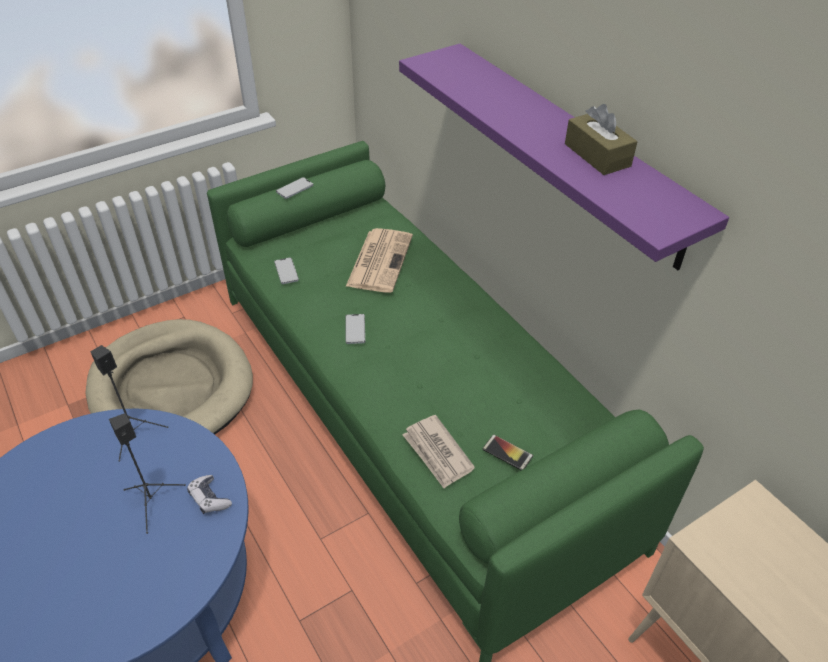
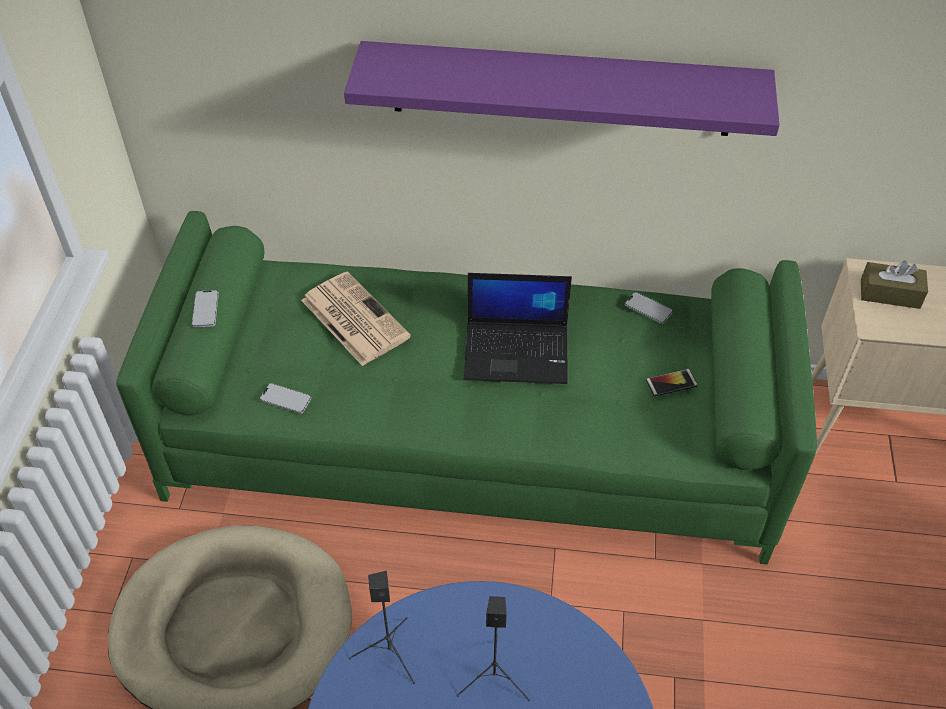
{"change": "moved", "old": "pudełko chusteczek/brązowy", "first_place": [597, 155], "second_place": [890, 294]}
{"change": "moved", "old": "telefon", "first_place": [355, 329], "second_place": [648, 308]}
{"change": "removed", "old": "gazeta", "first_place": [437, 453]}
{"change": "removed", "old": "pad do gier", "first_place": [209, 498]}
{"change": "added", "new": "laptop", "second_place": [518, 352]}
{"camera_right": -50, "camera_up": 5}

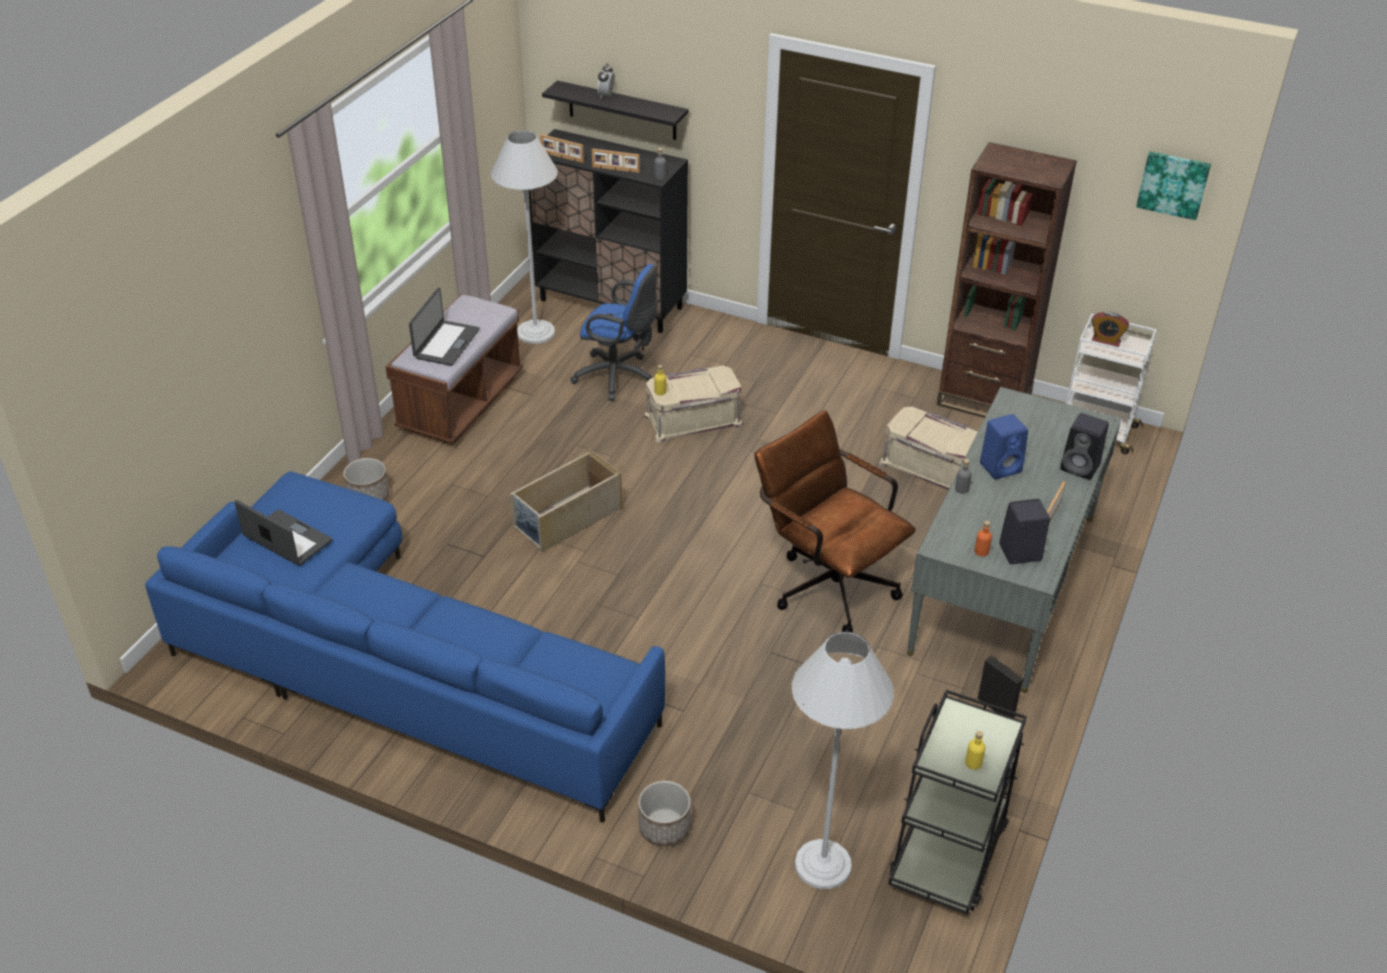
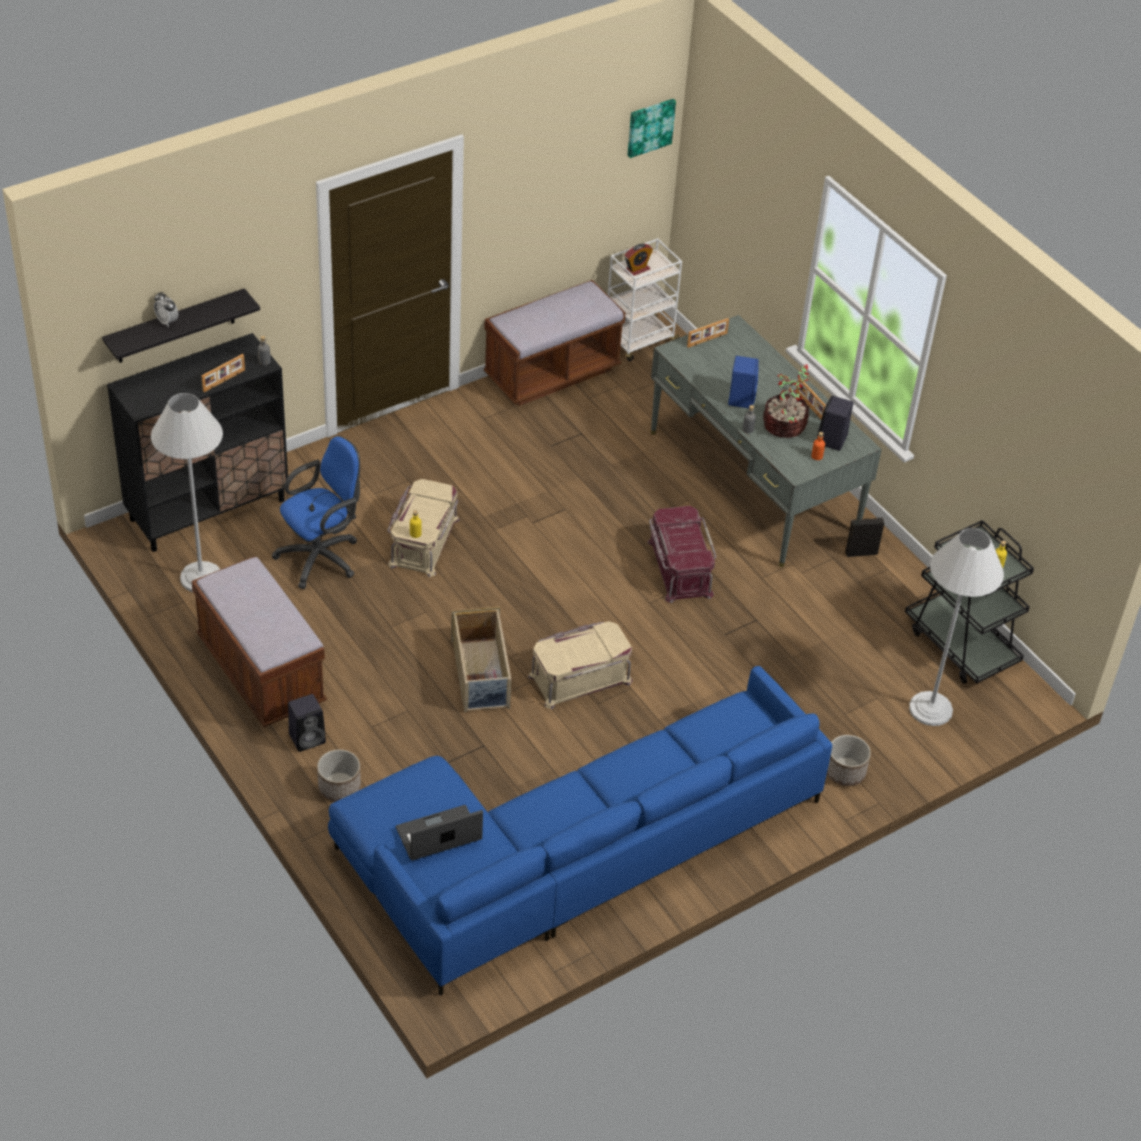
{"change": "moved", "old": "ramka na zdjęcie", "first_place": [562, 157], "second_place": [707, 340]}
{"change": "replaced", "old": "regał/brązowy", "new": "ławka/brązowy", "first_place": [984, 400], "second_place": [552, 373]}
{"change": "removed", "old": "laptop", "first_place": [446, 343]}
{"change": "moved", "old": "pojemnik do przechowywania/beżowy", "first_place": [932, 467], "second_place": [579, 677]}
{"change": "replaced", "old": "krzesło biurowe/brązowy", "new": "pojemnik do przechowywania/czerwony", "first_place": [826, 583], "second_place": [678, 568]}
{"change": "moved", "old": "głośnik/czarny", "first_place": [1081, 467], "second_place": [308, 738]}
{"change": "added", "new": "roślina doniczkowa", "second_place": [784, 426]}
{"camera_right": -60, "camera_up": 5}

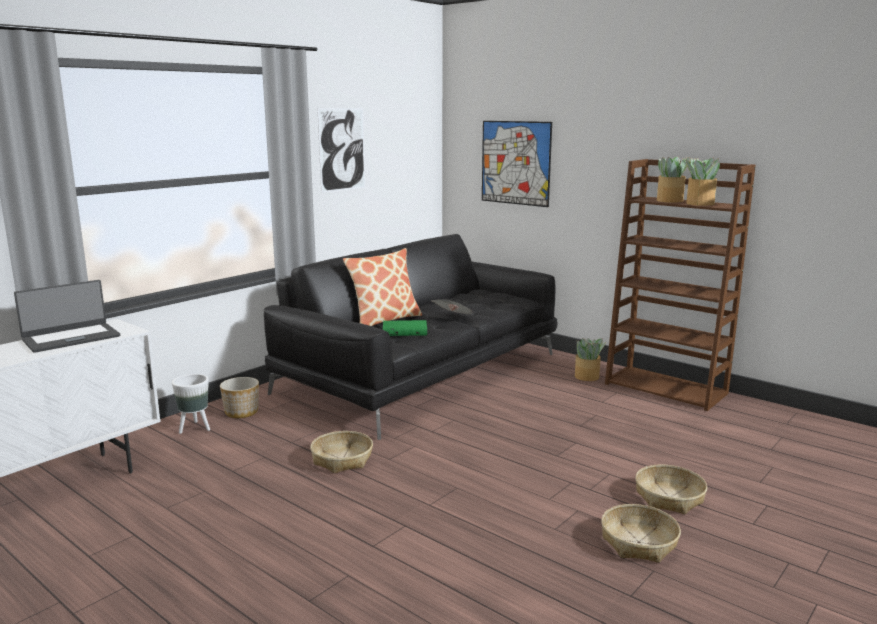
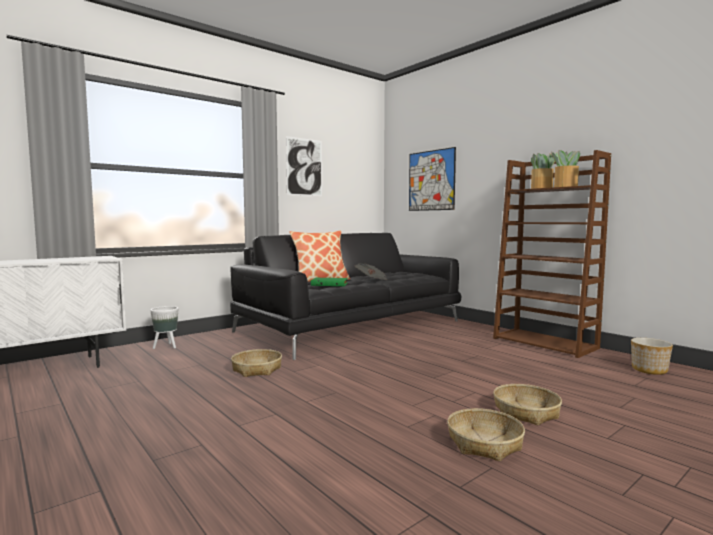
{"change": "removed", "old": "laptop", "first_place": [71, 338]}
{"change": "removed", "old": "roślina doniczkowa", "first_place": [587, 377]}
{"change": "moved", "old": "donica", "first_place": [241, 412], "second_place": [649, 370]}
{"camera_right": 10, "camera_up": -10}

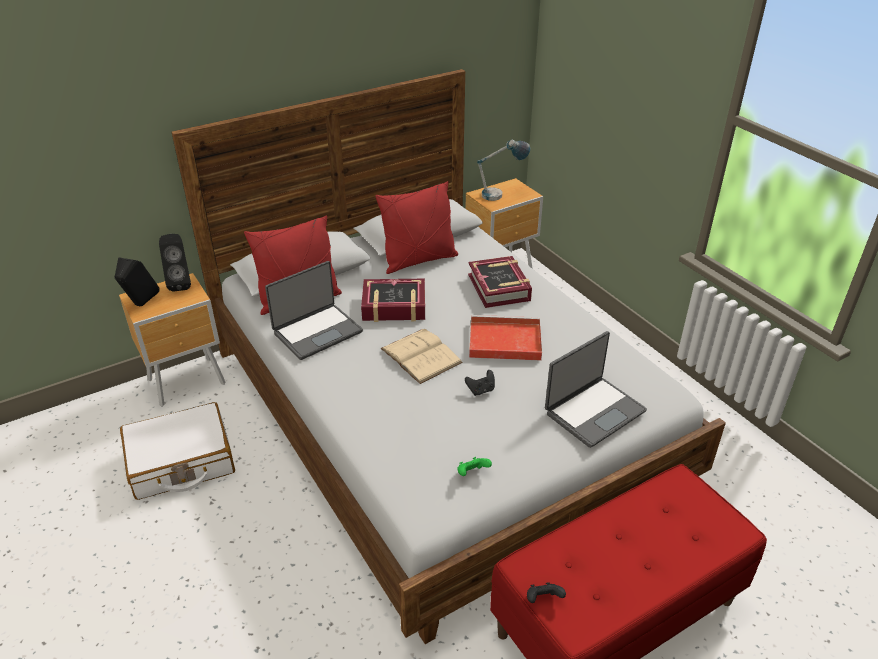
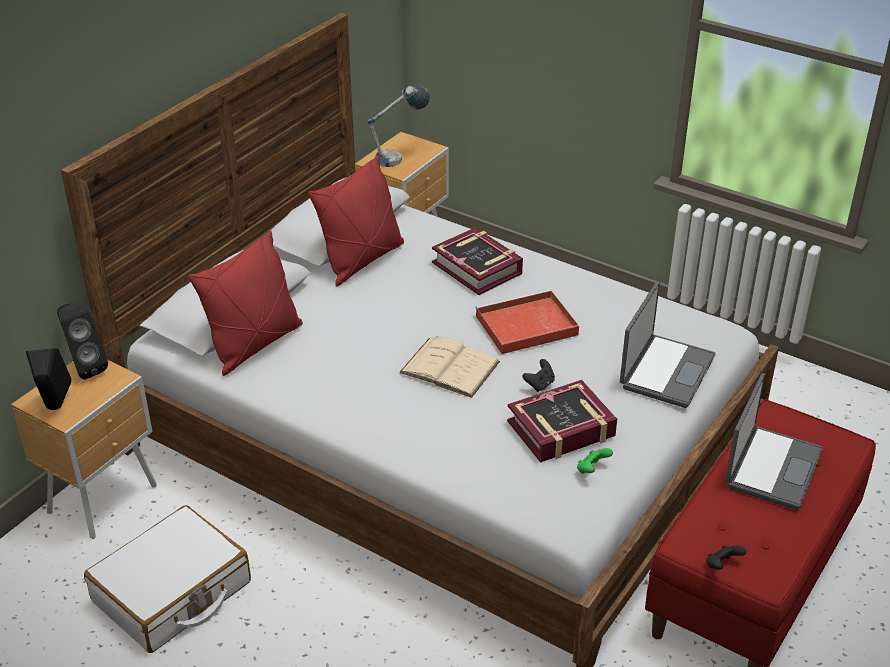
{"change": "moved", "old": "laptop", "first_place": [317, 332], "second_place": [771, 468]}
{"change": "moved", "old": "książka", "first_place": [394, 306], "second_place": [561, 429]}
{"camera_right": -25, "camera_up": 0}

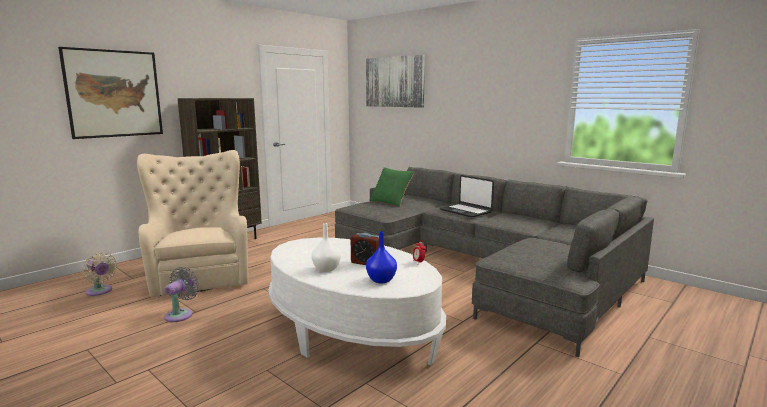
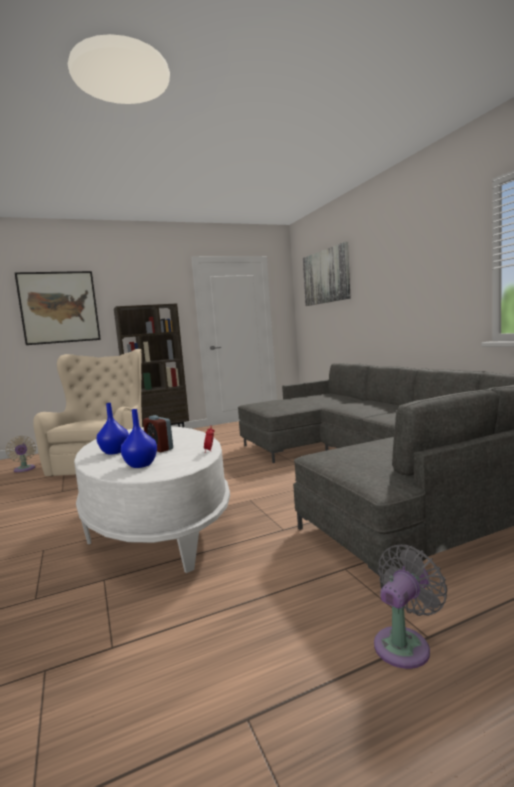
{"change": "removed", "old": "poduszka/zielony", "first_place": [391, 202]}
{"change": "removed", "old": "laptop", "first_place": [466, 211]}
{"change": "recoloured", "old": "wazon/biały", "new": "wazon/niebieski", "first_place": [326, 269], "second_place": [114, 452]}
{"change": "moved", "old": "wentylator/szary", "first_place": [181, 314], "second_place": [404, 644]}
{"camera_right": 25, "camera_up": -5}

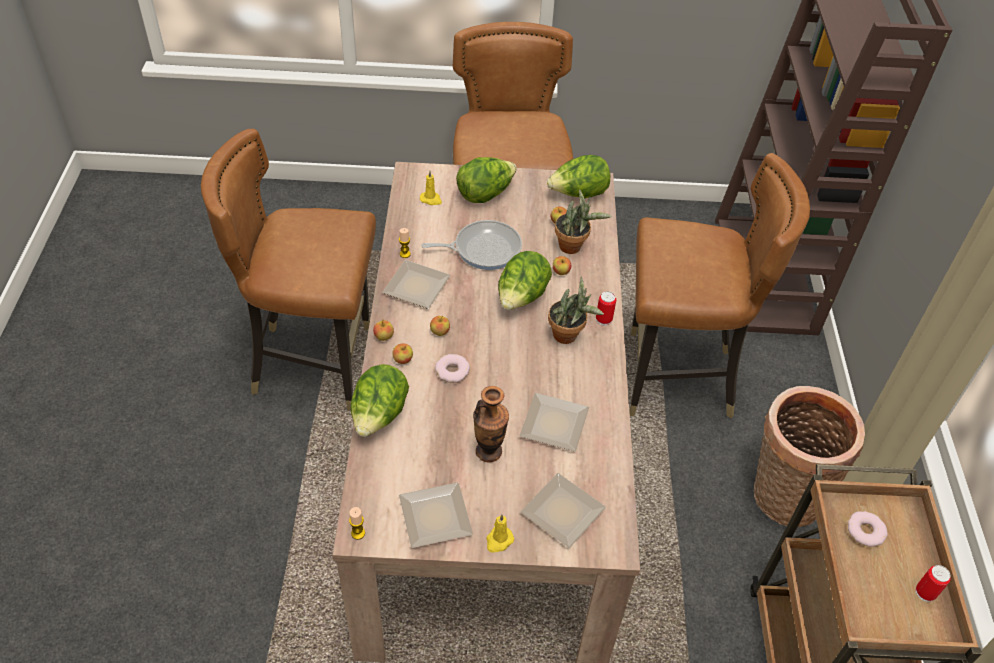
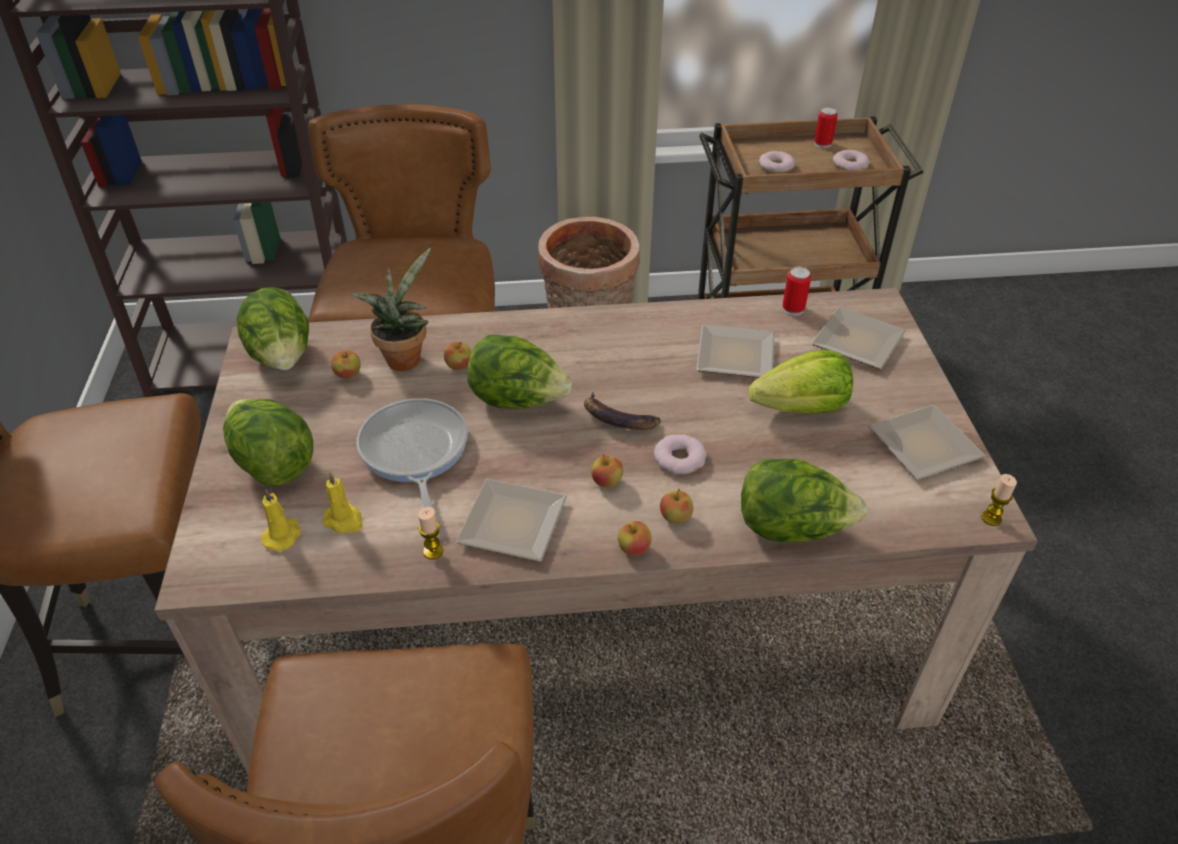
{"change": "removed", "old": "roślina doniczkowa", "first_place": [568, 336]}
{"change": "moved", "old": "puszka", "first_place": [604, 319], "second_place": [793, 309]}
{"change": "replaced", "old": "wazon", "new": "sałata", "first_place": [489, 451], "second_place": [802, 408]}
{"change": "moved", "old": "świeca/żółty", "first_place": [498, 541], "second_place": [344, 520]}
{"change": "added", "new": "donut", "second_place": [850, 165]}
{"change": "added", "new": "banan", "second_place": [617, 419]}
{"camera_right": -95, "camera_up": -5}

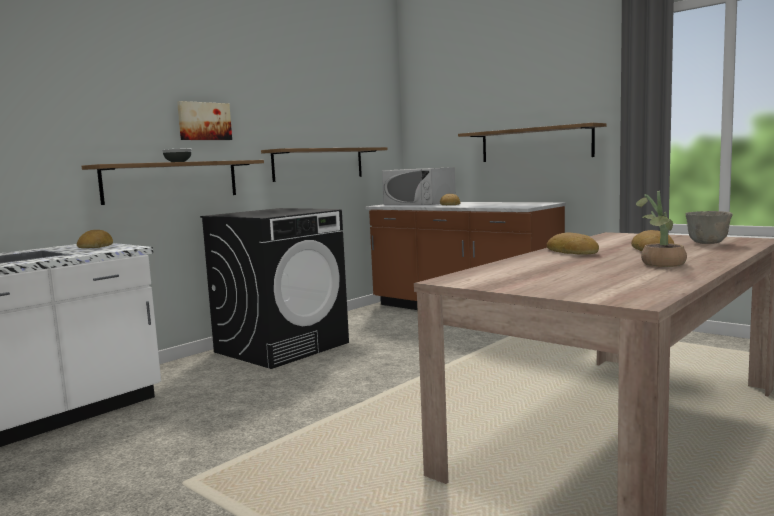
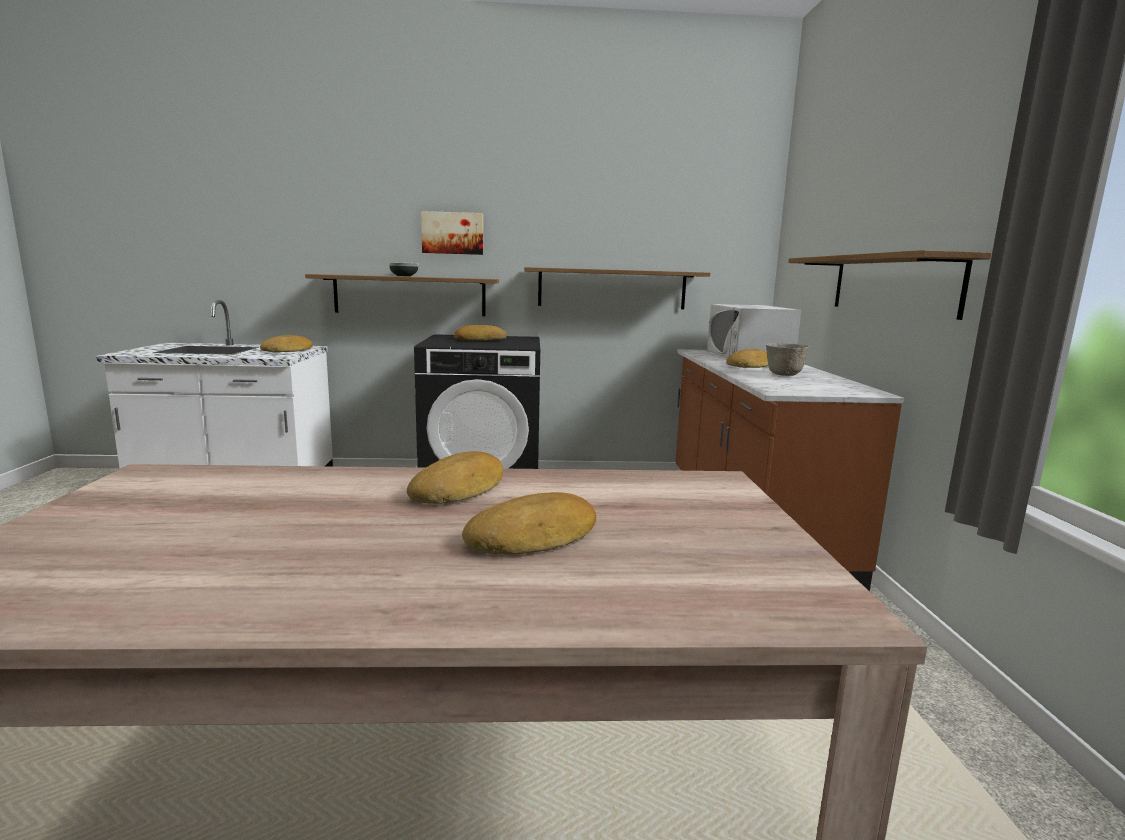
{"change": "removed", "old": "roślina doniczkowa", "first_place": [660, 265]}
{"change": "moved", "old": "miska/szary", "first_place": [708, 243], "second_place": [784, 375]}
{"change": "added", "new": "chleb", "second_place": [479, 339]}
{"camera_right": 45, "camera_up": 5}

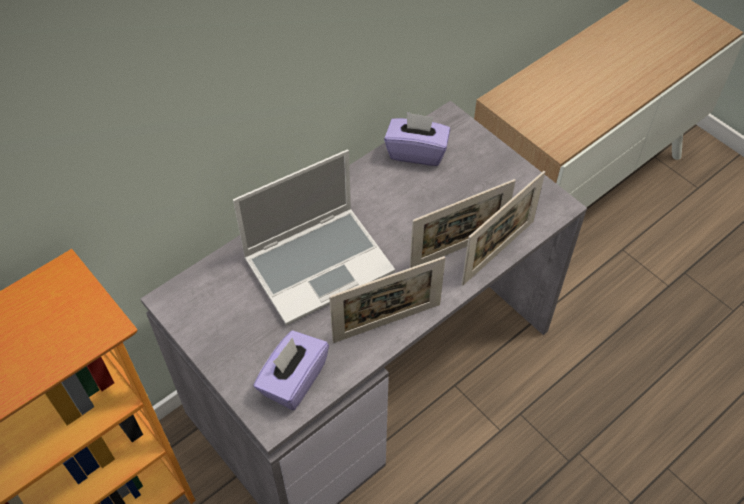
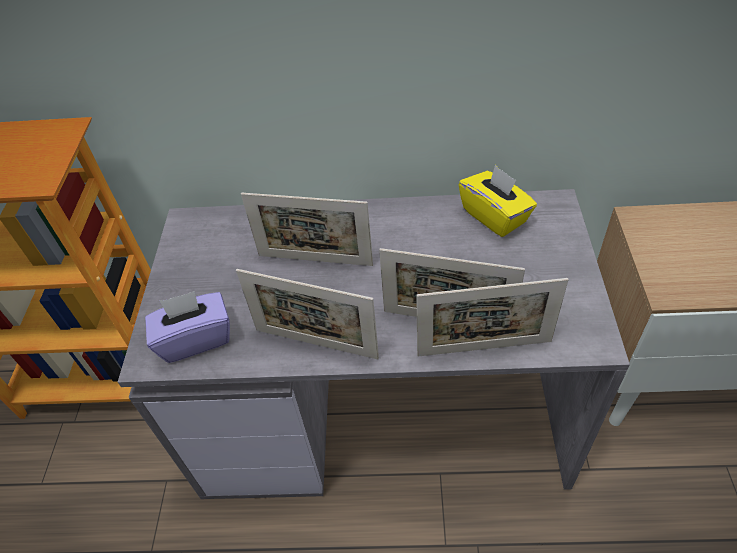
{"change": "recoloured", "old": "pudełko chusteczek/fioletowy", "new": "pudełko chusteczek/żółty", "first_place": [416, 152], "second_place": [495, 216]}
{"change": "replaced", "old": "laptop", "new": "ramka na zdjęcie", "first_place": [319, 264], "second_place": [315, 260]}
{"camera_right": 45, "camera_up": -5}

